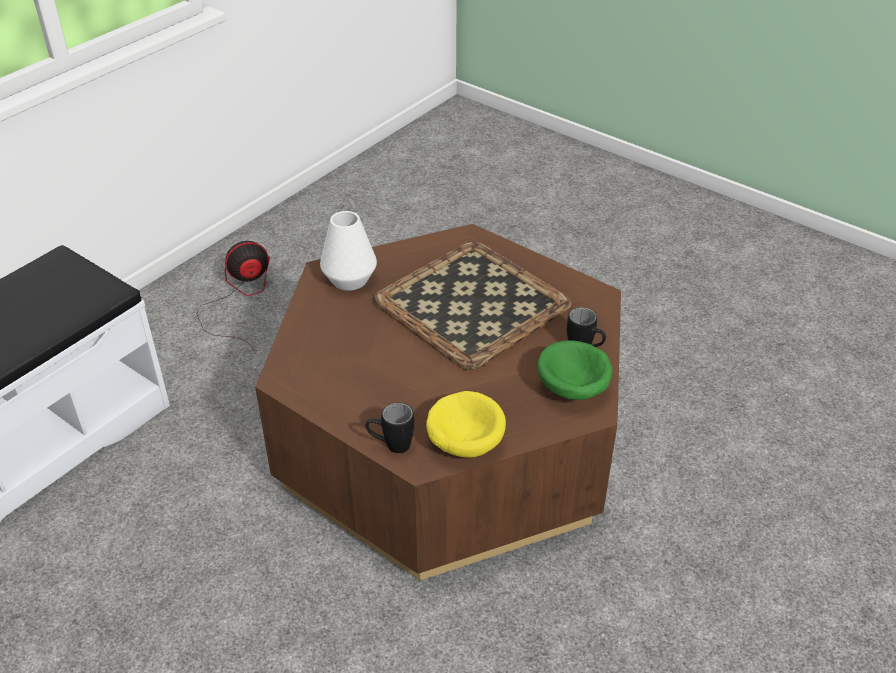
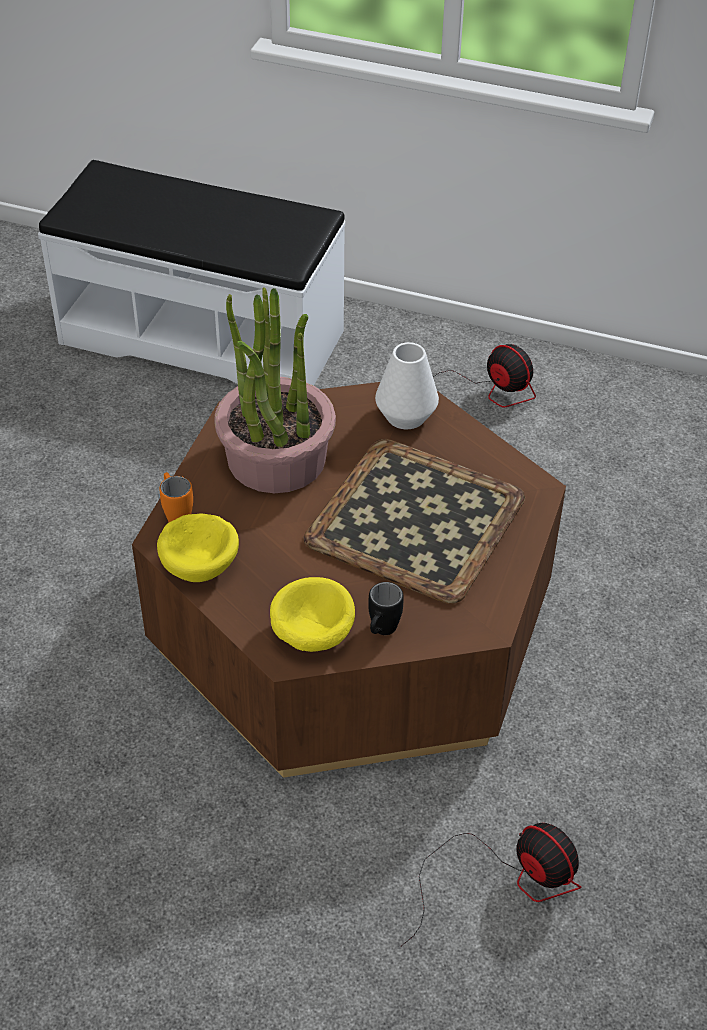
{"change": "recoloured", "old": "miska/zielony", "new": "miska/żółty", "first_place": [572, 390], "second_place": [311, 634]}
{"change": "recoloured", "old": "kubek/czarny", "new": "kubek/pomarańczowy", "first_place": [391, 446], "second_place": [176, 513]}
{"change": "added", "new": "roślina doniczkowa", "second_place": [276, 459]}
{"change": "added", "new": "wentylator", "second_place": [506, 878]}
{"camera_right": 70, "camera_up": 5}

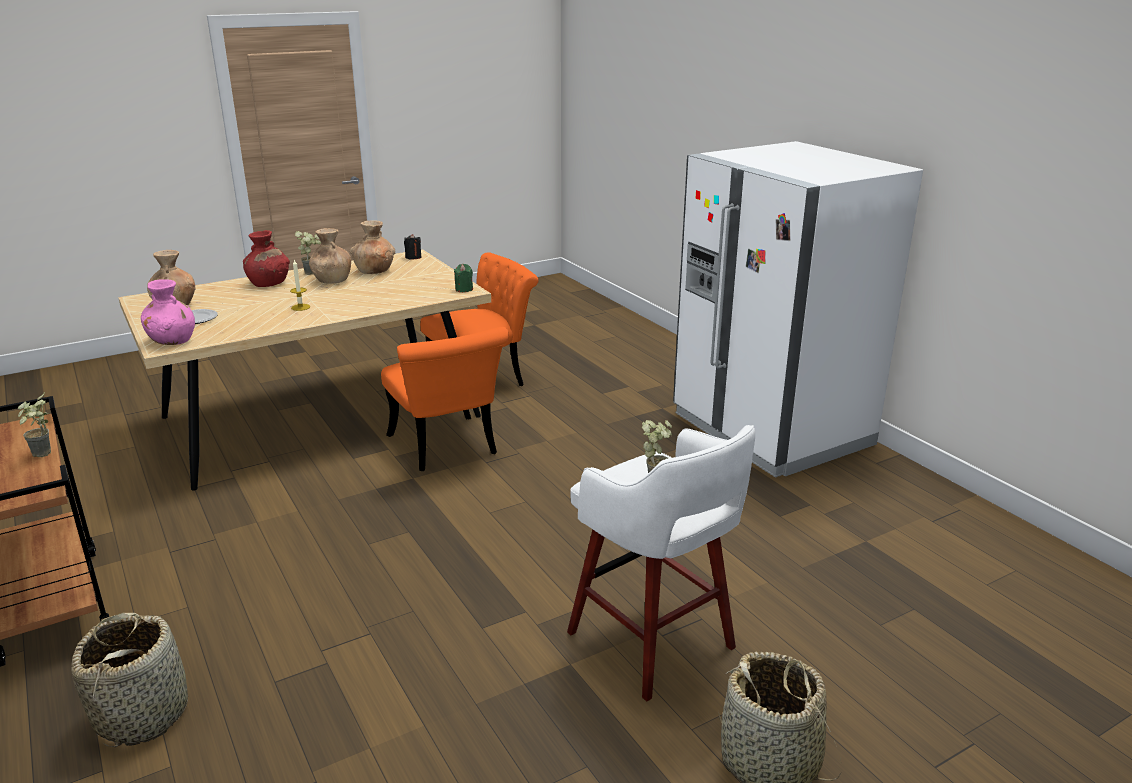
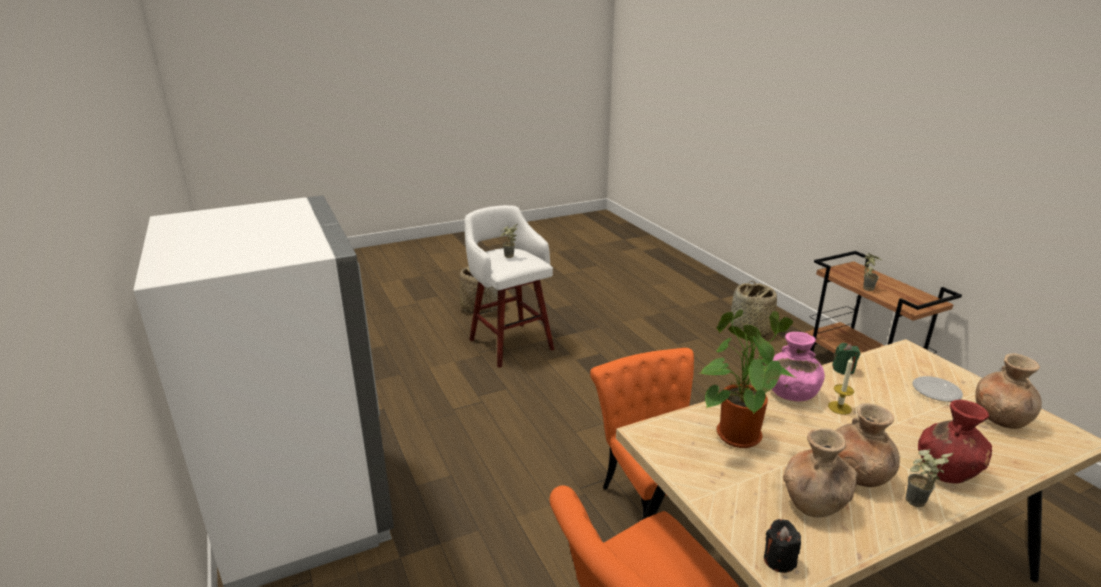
{"change": "moved", "old": "świeca/zielony", "first_place": [464, 289], "second_place": [843, 369]}
{"change": "moved", "old": "wazon/różowy", "first_place": [173, 340], "second_place": [790, 393]}
{"change": "added", "new": "roślina doniczkowa", "second_place": [736, 432]}
{"camera_right": -175, "camera_up": 0}

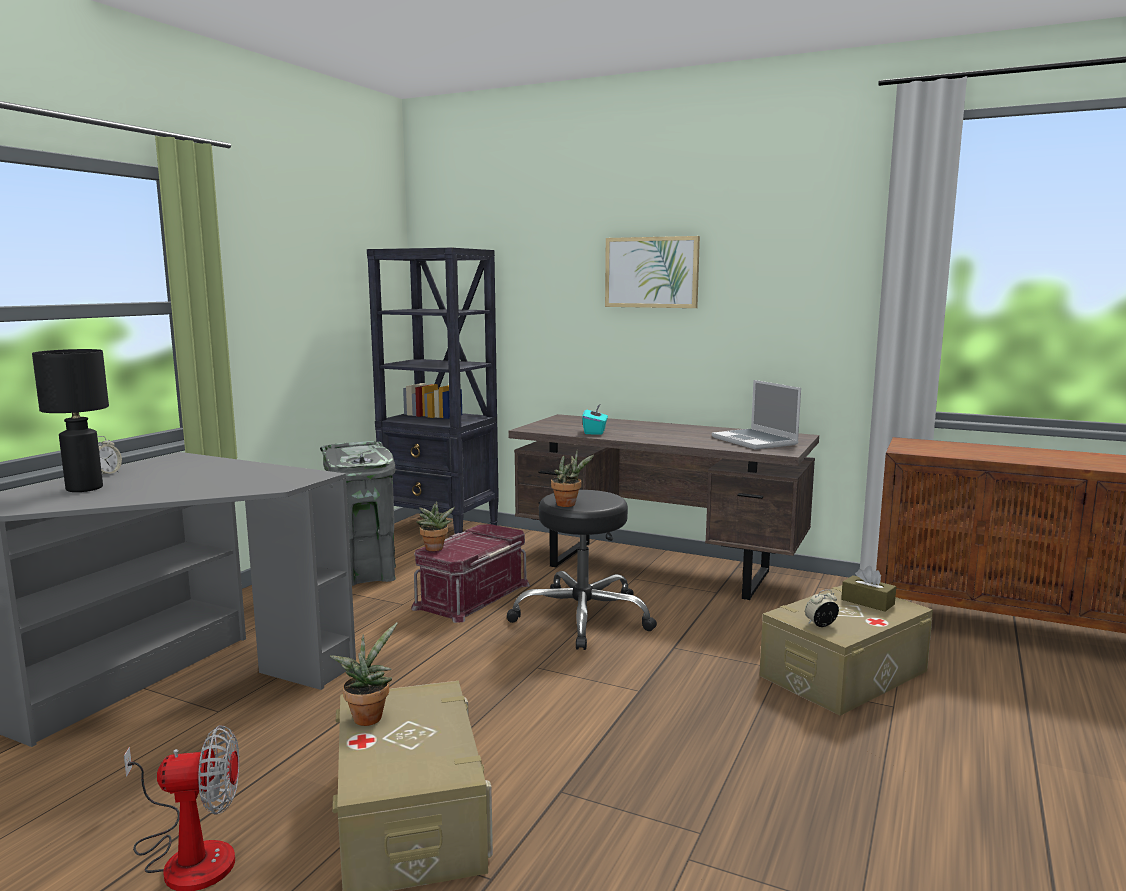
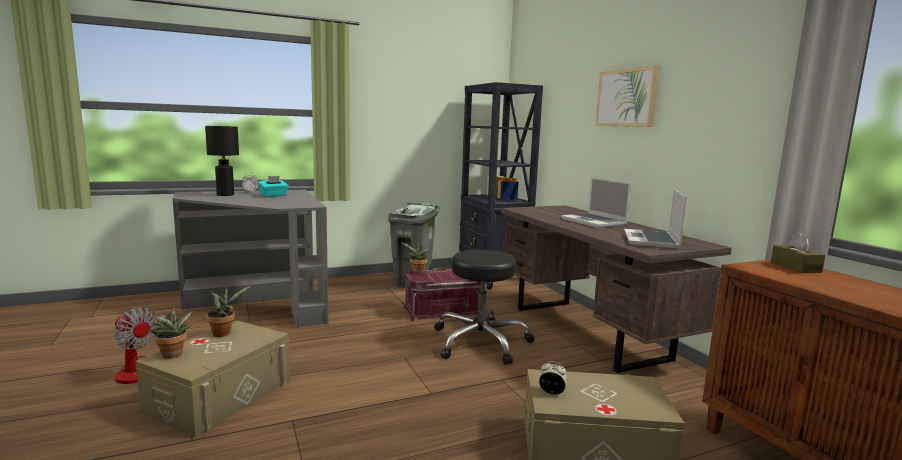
{"change": "moved", "old": "pudełko chusteczek/turkusowy", "first_place": [595, 432], "second_place": [274, 195]}
{"change": "moved", "old": "roślina doniczkowa", "first_place": [569, 504], "second_place": [172, 356]}
{"change": "moved", "old": "pudełko chusteczek/brązowy", "first_place": [867, 602], "second_place": [795, 267]}
{"change": "added", "new": "laptop", "second_place": [594, 222]}
{"camera_right": 40, "camera_up": 0}

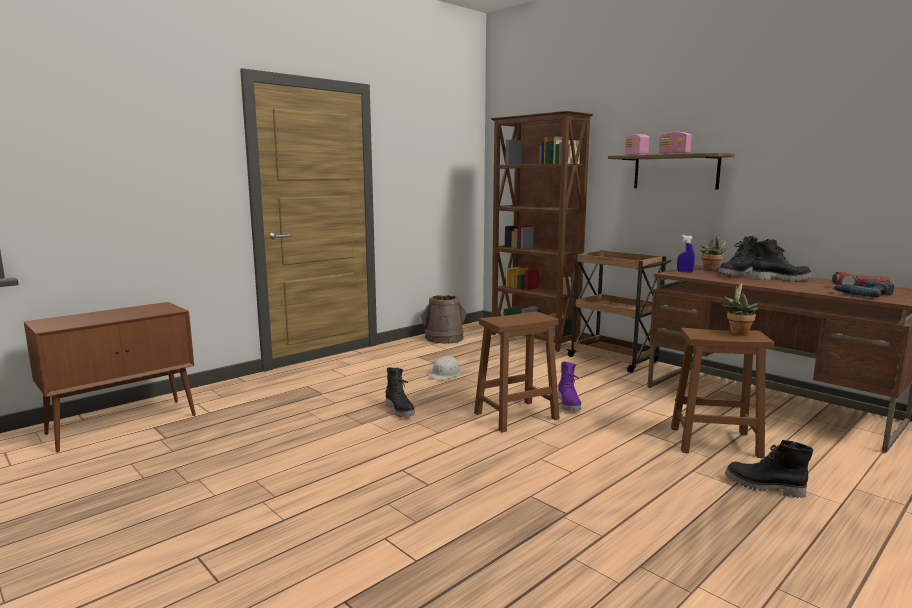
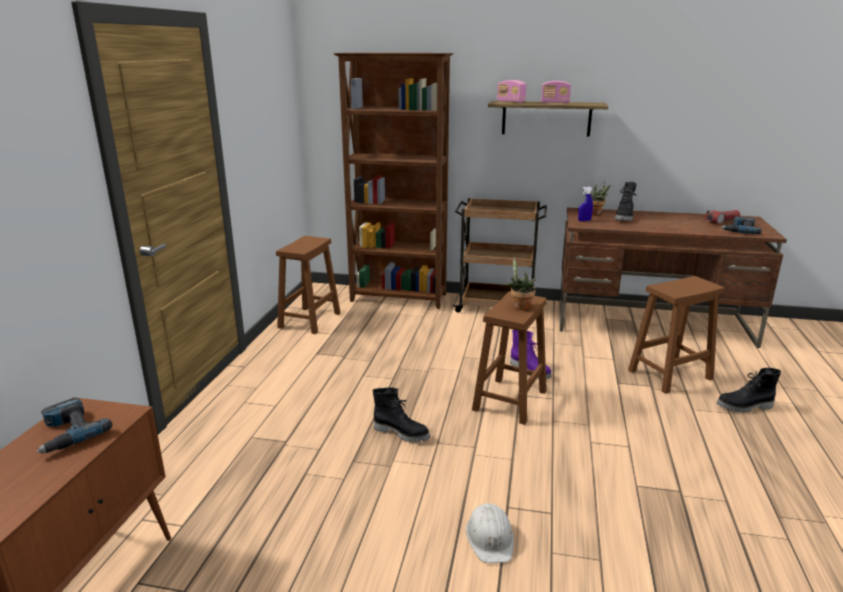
{"change": "removed", "old": "but z cholewką/czarny", "first_place": [779, 279]}
{"change": "moved", "old": "roślina doniczkowa", "first_place": [737, 333], "second_place": [519, 306]}
{"change": "replaced", "old": "wiadro/brązowy", "new": "stołek/brązowy", "first_place": [444, 339], "second_place": [310, 320]}
{"change": "moved", "old": "kask/biały", "first_place": [445, 374], "second_place": [490, 538]}
{"change": "added", "new": "wiertarka", "second_place": [67, 432]}
{"camera_right": -35, "camera_up": 10}

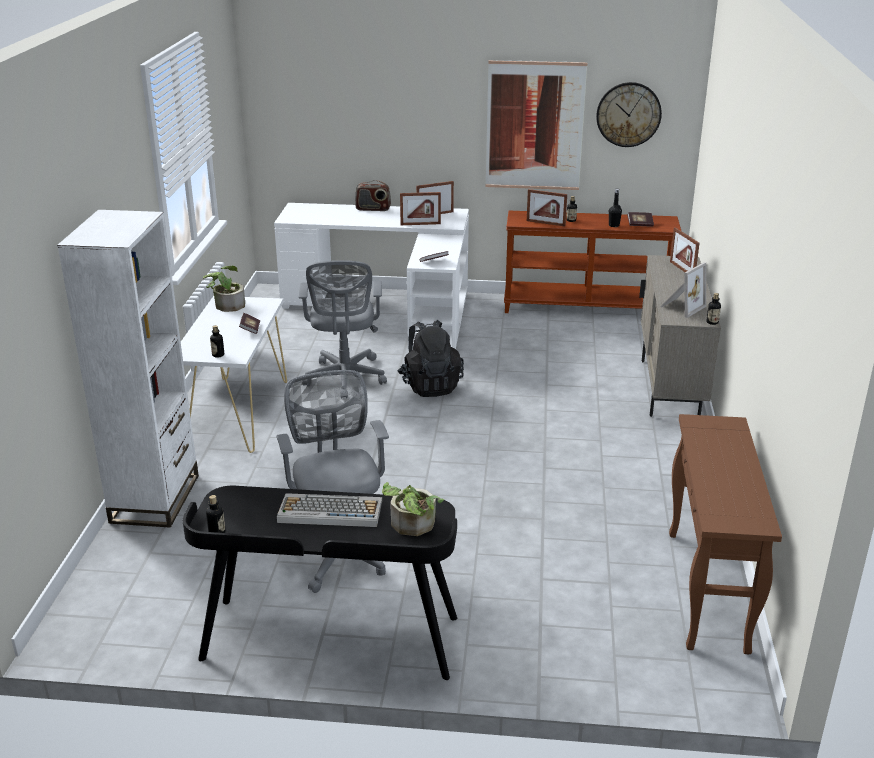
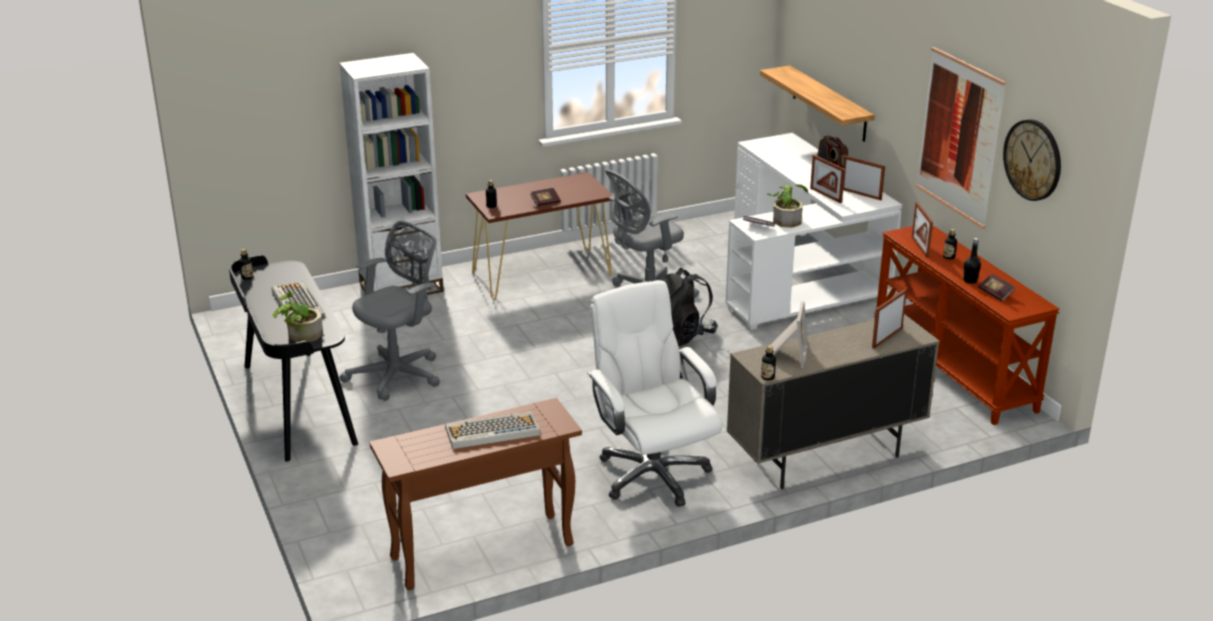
{"change": "turned", "old": "ramka na zdjęcie", "first_place": [681, 307], "second_place": [786, 355], "degrees": -90}
{"change": "moved", "old": "roślina doniczkowa", "first_place": [227, 304], "second_place": [786, 219]}
{"change": "recoloured", "old": "stolik konsolowy/biały", "new": "stolik konsolowy/brązowy", "first_place": [237, 413], "second_place": [542, 274]}
{"change": "added", "new": "półka", "second_place": [829, 104]}
{"change": "added", "new": "krzesło biurowe/biały", "second_place": [652, 474]}
{"change": "added", "new": "klawiatura", "second_place": [491, 432]}
{"camera_right": 60, "camera_up": 0}

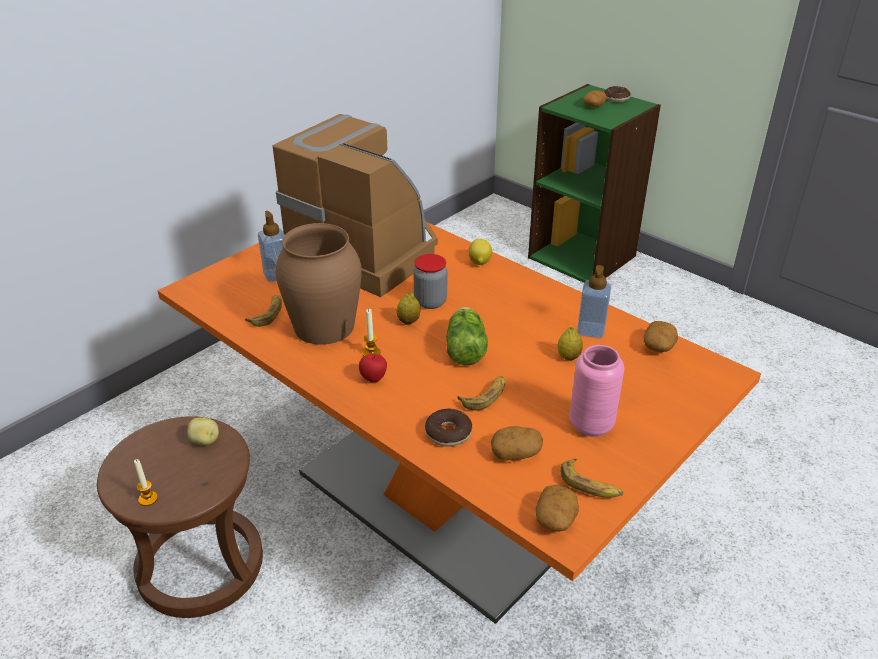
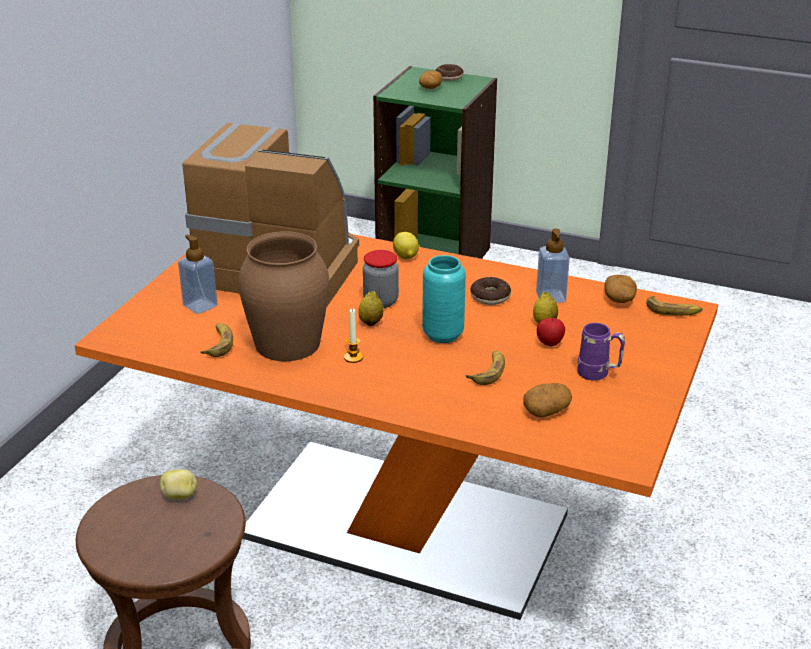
{"change": "replaced", "old": "sałata", "new": "wazon/turkusowy", "first_place": [465, 347], "second_place": [443, 335]}
{"change": "replaced", "old": "wazon/różowy", "new": "kubek/fioletowy", "first_place": [591, 425], "second_place": [598, 374]}
{"change": "moved", "old": "jabłko", "first_place": [374, 379], "second_place": [549, 344]}
{"change": "moved", "old": "donut", "first_place": [448, 433], "second_place": [490, 297]}
{"change": "moved", "old": "banan", "first_place": [590, 485], "second_place": [673, 311]}
{"change": "removed", "old": "świeca", "first_place": [148, 499]}
{"change": "removed", "old": "ziemniak", "first_place": [555, 519]}
{"camera_right": -20, "camera_up": -5}

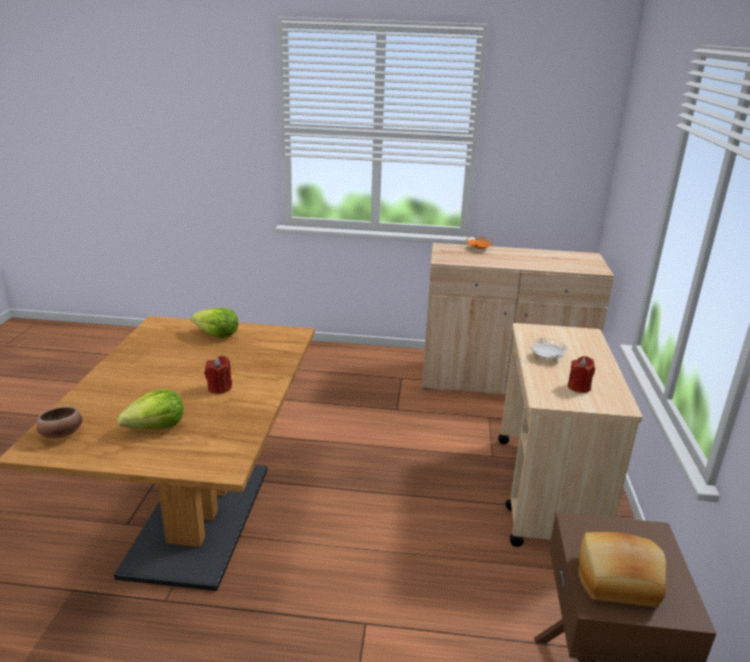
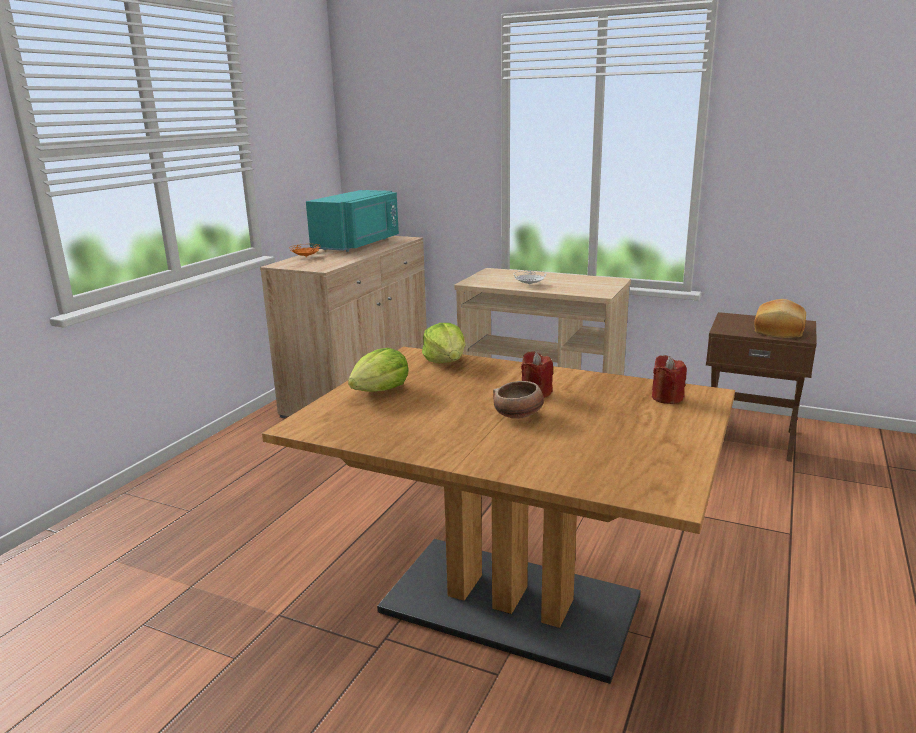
{"change": "moved", "old": "świeca/czerwony", "first_place": [579, 387], "second_place": [667, 398]}
{"change": "moved", "old": "sałata", "first_place": [156, 426], "second_place": [446, 361]}
{"change": "moved", "old": "miska", "first_place": [61, 434], "second_place": [519, 415]}
{"change": "added", "new": "mikrofalówka/turkusowy", "second_place": [358, 244]}
{"camera_right": -70, "camera_up": -5}

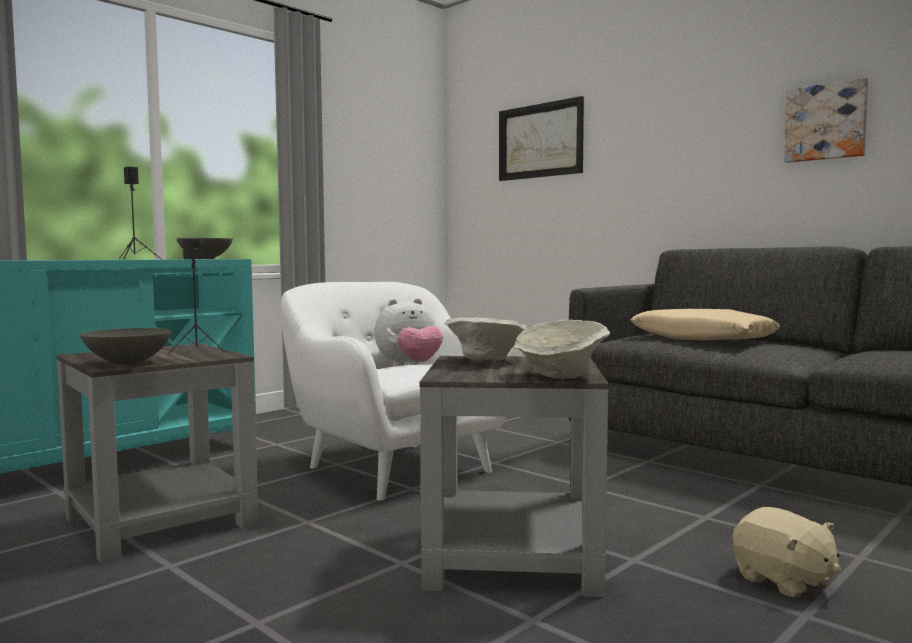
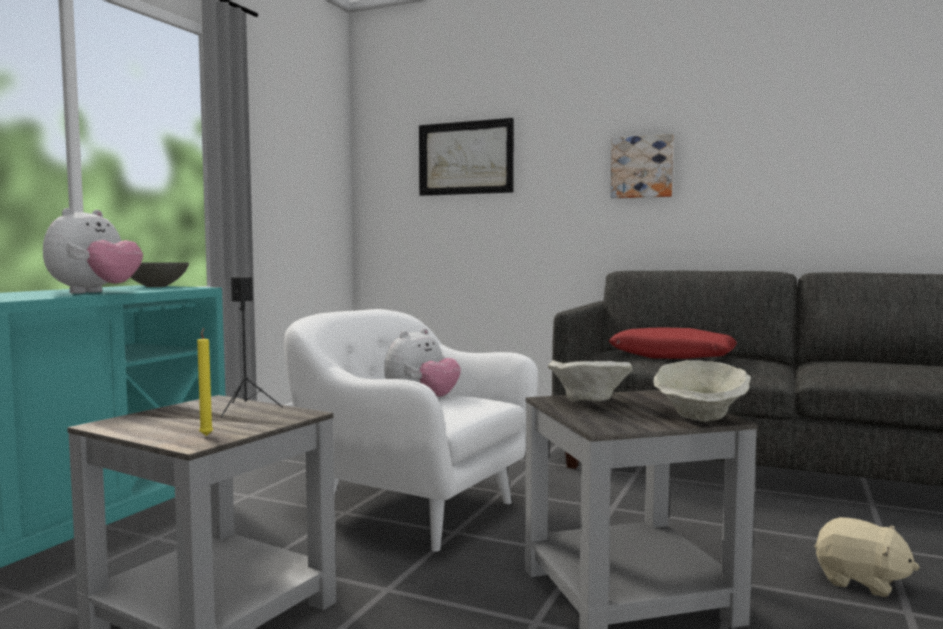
{"change": "moved", "old": "obraz", "first_place": [826, 122], "second_place": [642, 167]}
{"change": "replaced", "old": "głośnik/czarny", "new": "pluszak", "first_place": [135, 259], "second_place": [95, 292]}
{"change": "recoloured", "old": "poduszka/beżowy", "new": "poduszka/czerwony", "first_place": [702, 339], "second_place": [672, 356]}
{"change": "replaced", "old": "miska/szary", "new": "świeca/żółty", "first_place": [129, 363], "second_place": [206, 435]}
{"camera_right": -20, "camera_up": 0}

